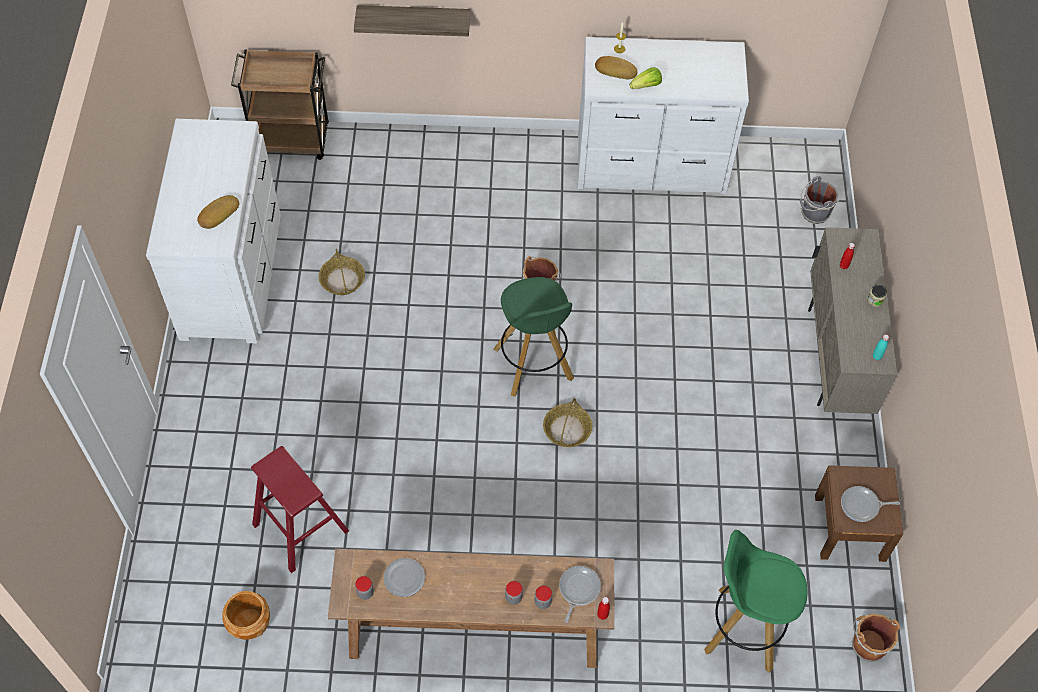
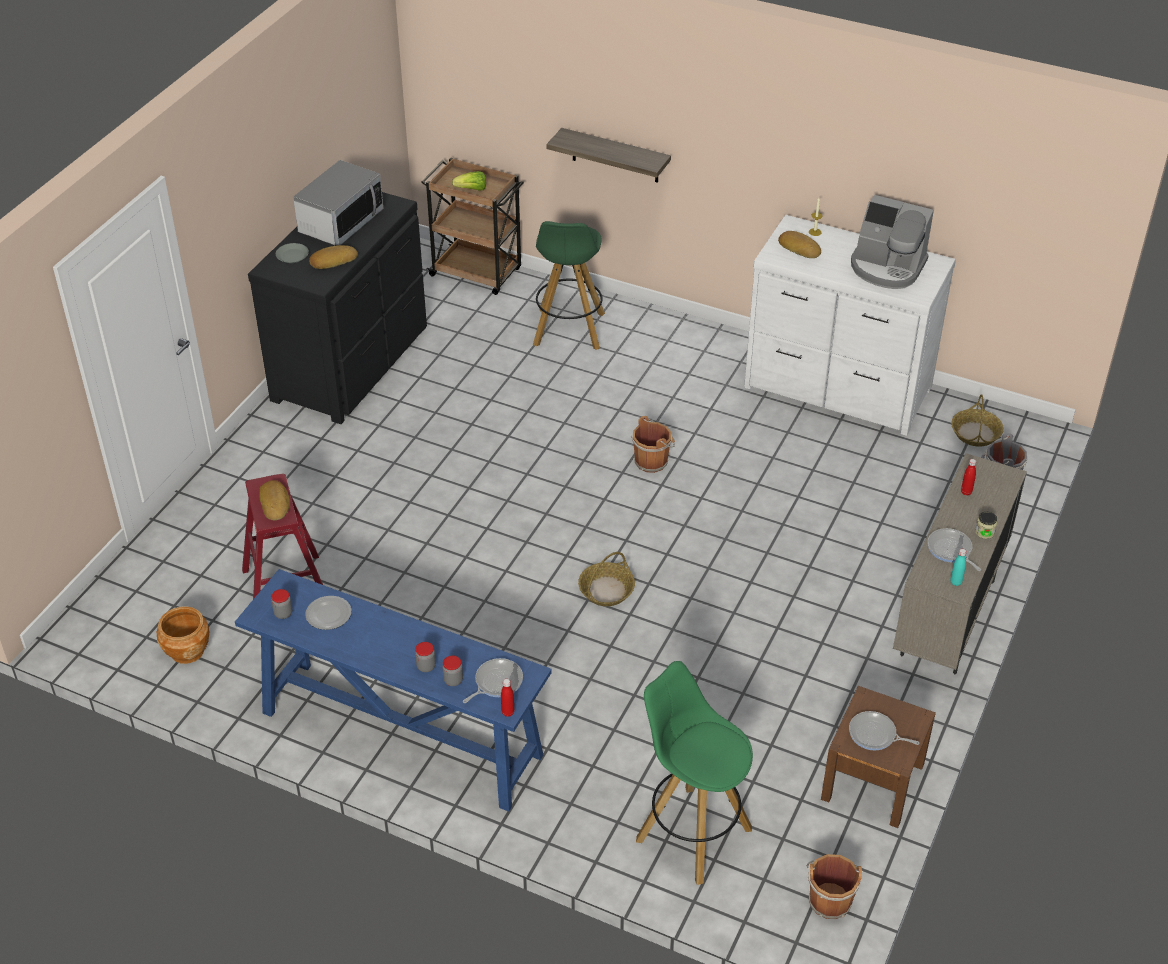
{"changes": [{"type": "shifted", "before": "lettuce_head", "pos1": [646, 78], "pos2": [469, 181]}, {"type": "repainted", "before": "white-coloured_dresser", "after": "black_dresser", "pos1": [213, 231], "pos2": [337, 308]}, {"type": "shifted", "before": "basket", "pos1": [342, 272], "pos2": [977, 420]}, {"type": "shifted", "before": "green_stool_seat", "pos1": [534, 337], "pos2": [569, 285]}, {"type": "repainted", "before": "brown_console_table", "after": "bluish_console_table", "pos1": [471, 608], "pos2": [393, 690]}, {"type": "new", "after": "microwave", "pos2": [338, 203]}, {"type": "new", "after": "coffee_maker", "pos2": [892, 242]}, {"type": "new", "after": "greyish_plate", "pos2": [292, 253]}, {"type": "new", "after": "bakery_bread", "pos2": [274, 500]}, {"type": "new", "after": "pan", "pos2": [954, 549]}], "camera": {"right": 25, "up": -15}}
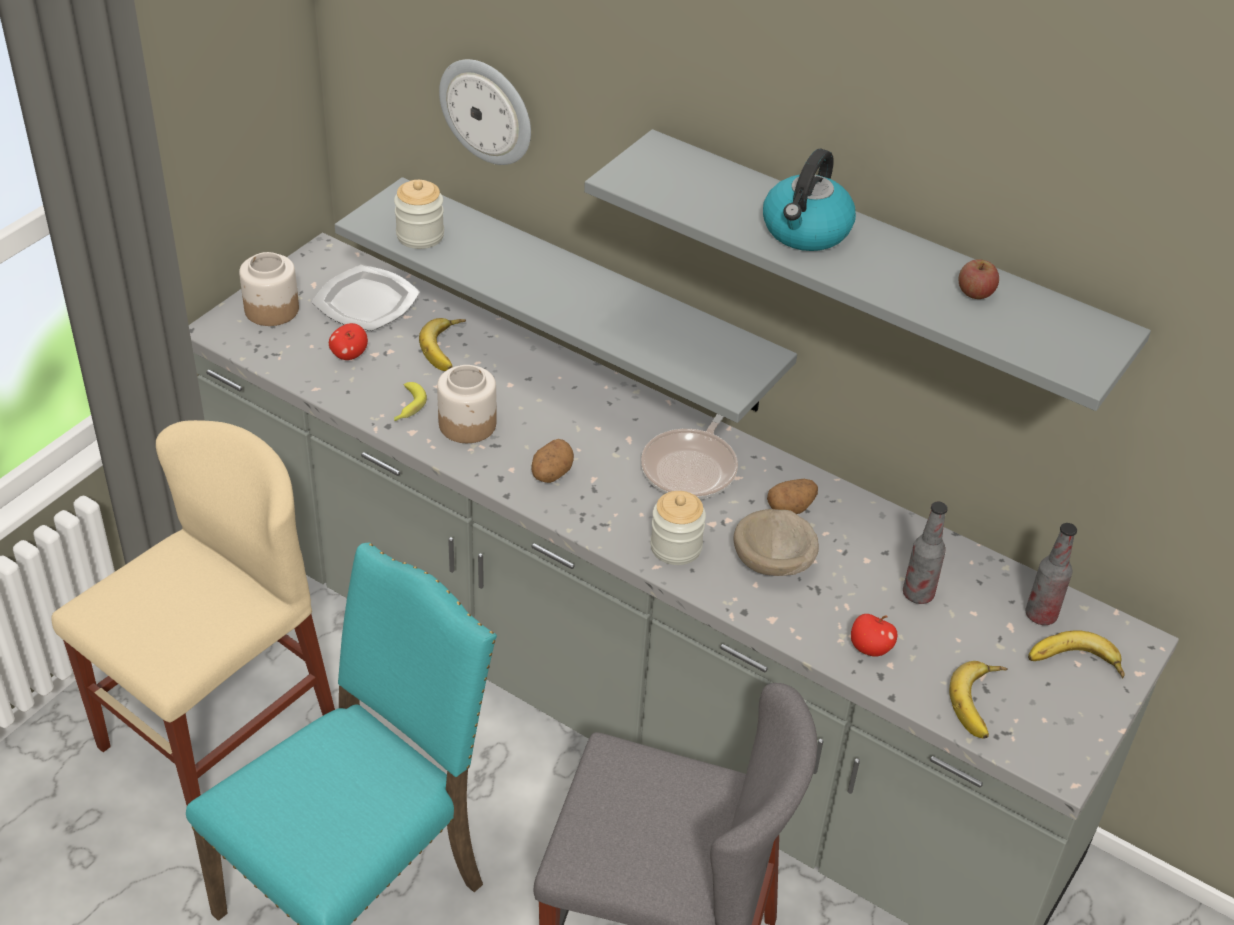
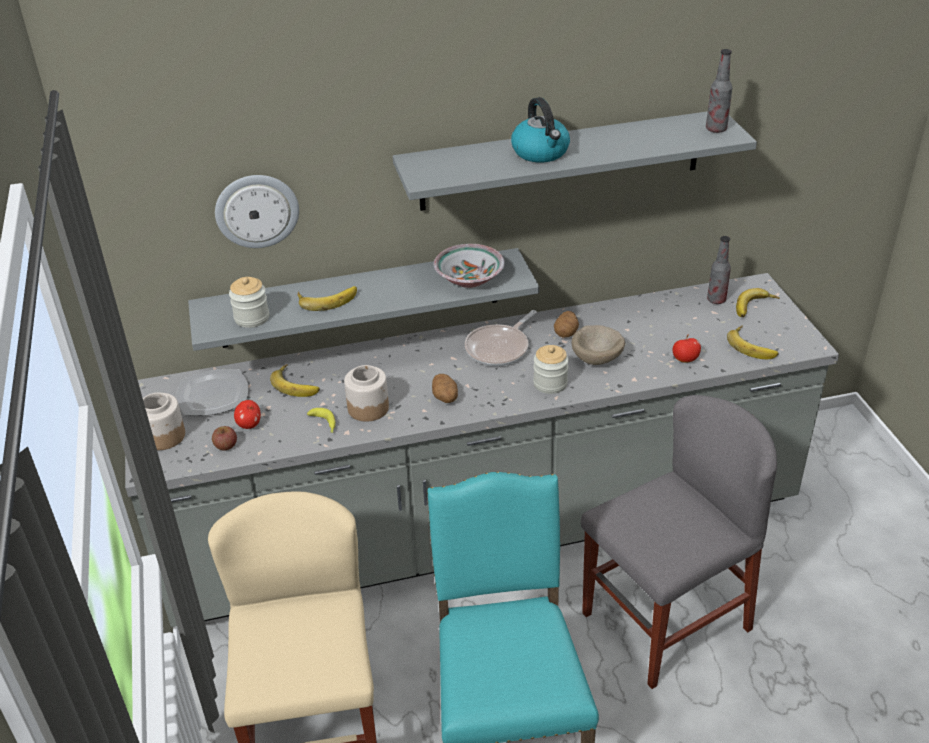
{"changes": [{"type": "shifted", "before": "apple_fruit", "pos1": [979, 279], "pos2": [224, 438]}, {"type": "rotated", "before": "pan", "pos1": [689, 456], "pos2": [501, 338], "turn": 60}, {"type": "shifted", "before": "drink_bottle", "pos1": [925, 553], "pos2": [719, 91]}, {"type": "new", "after": "bowl", "pos2": [469, 266]}, {"type": "new", "after": "whole_banana", "pos2": [327, 298]}], "camera": {"right": -45, "up": -5}}
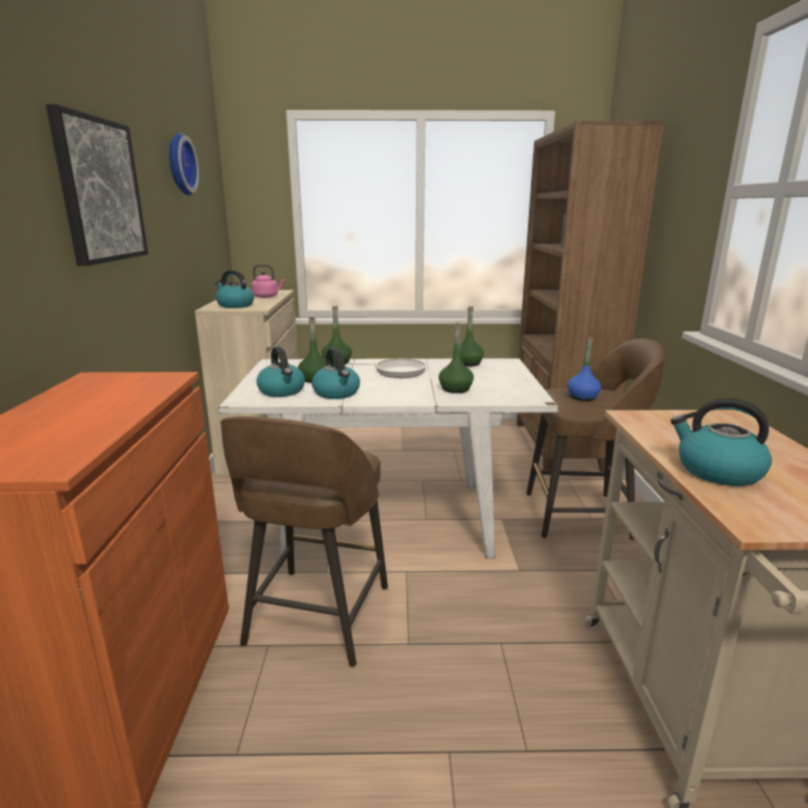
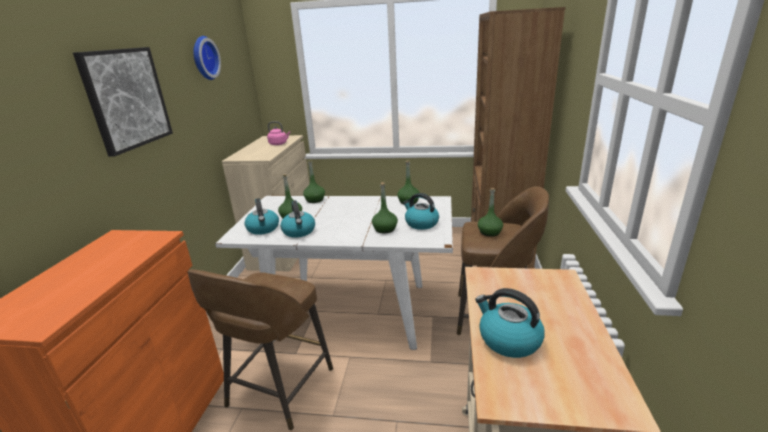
{"changes": [{"type": "shifted", "before": "kettle", "pos1": [234, 289], "pos2": [421, 211]}, {"type": "repainted", "before": "bluish_drink_bottle", "after": "green_drink_bottle", "pos1": [584, 369], "pos2": [490, 212]}, {"type": "gone", "before": "pan", "pos1": [387, 368]}], "camera": {"right": 10, "up": 5}}
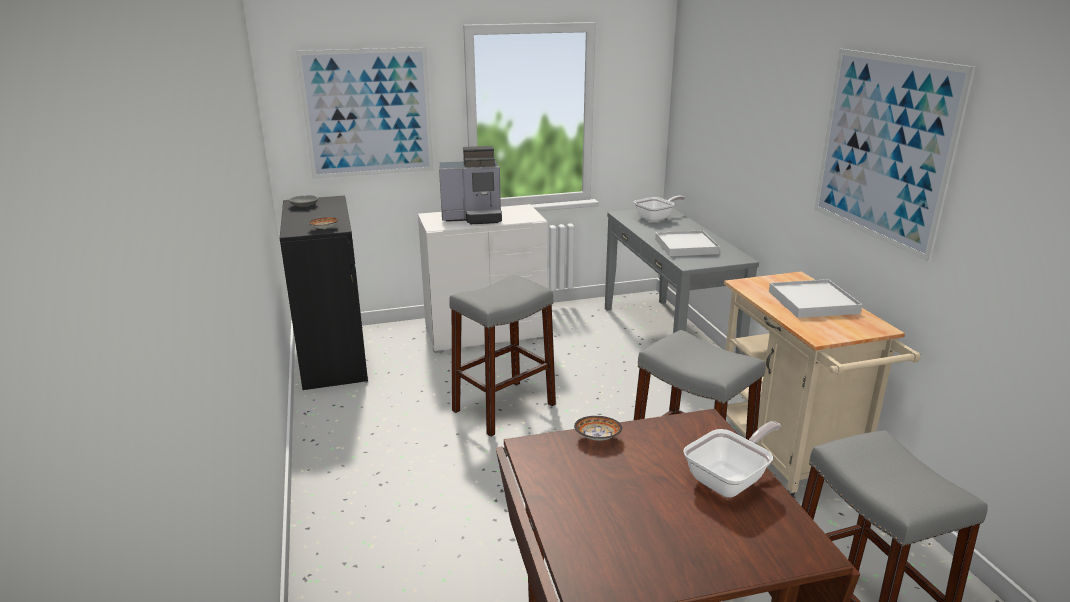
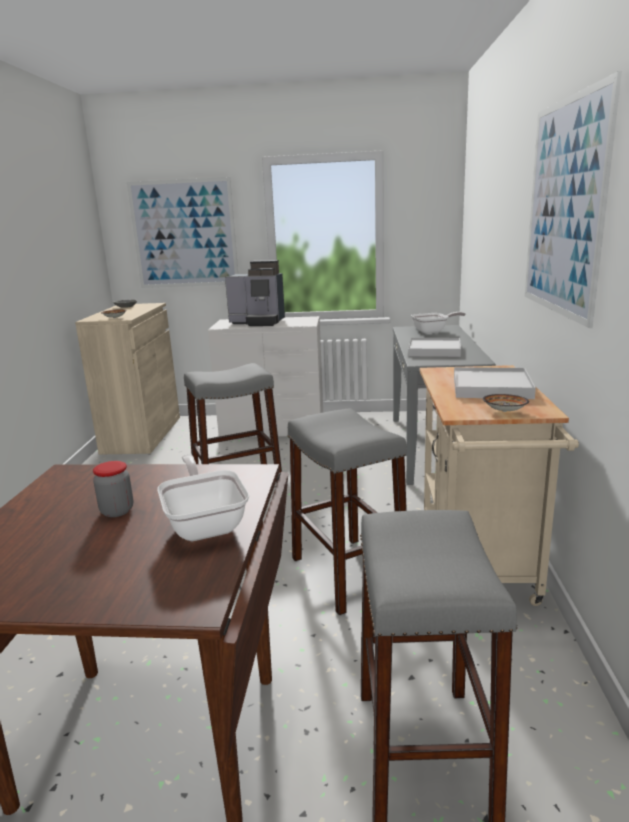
{"changes": [{"type": "repainted", "before": "black_cupboard", "after": "sand-coloured_cupboard", "pos1": [324, 292], "pos2": [127, 379]}, {"type": "shifted", "before": "bowl", "pos1": [598, 428], "pos2": [506, 403]}, {"type": "rotated", "before": "pan", "pos1": [732, 459], "pos2": [203, 497], "turn": -90}, {"type": "new", "after": "jar", "pos2": [113, 489]}], "camera": {"right": 20, "up": -5}}
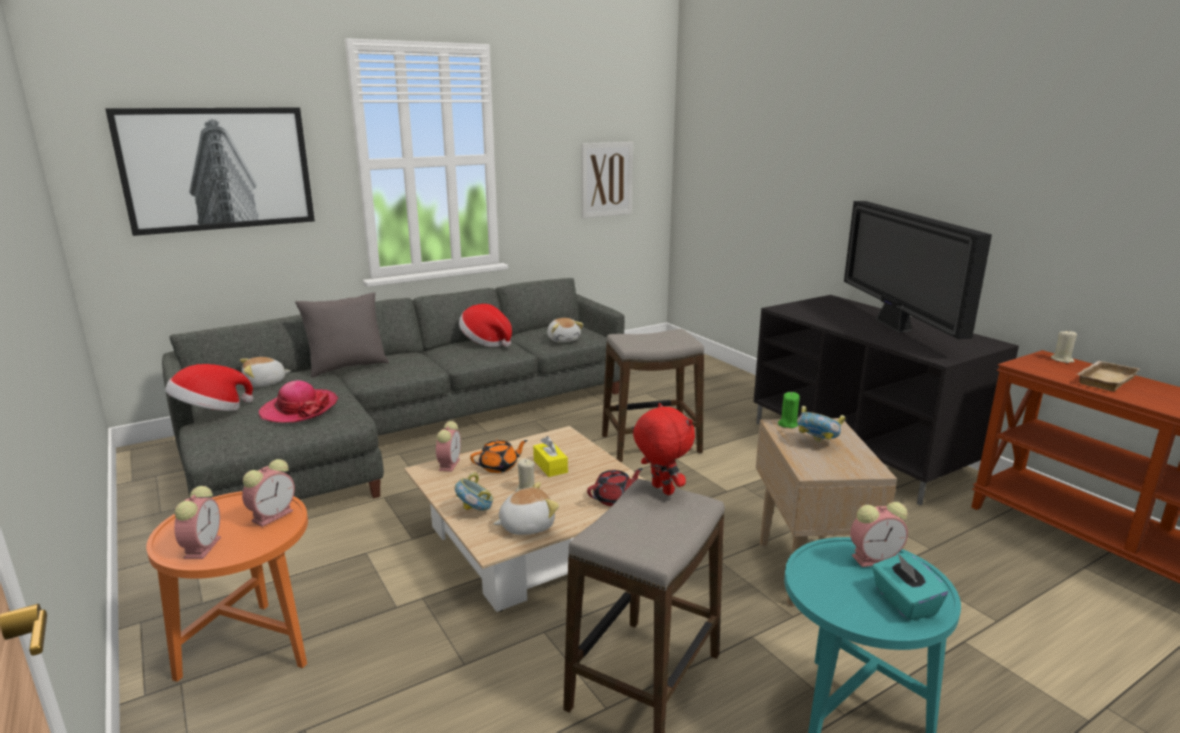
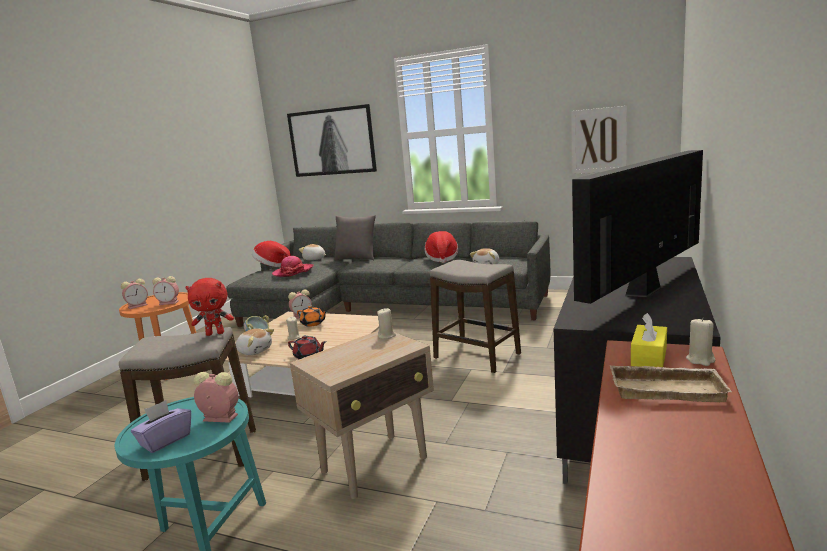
{"changes": [{"type": "repainted", "before": "green_wax_candle", "after": "sand-coloured_wax_candle", "pos1": [789, 410], "pos2": [386, 323]}, {"type": "rotated", "before": "red_cuddly_toy", "pos1": [664, 449], "pos2": [209, 307], "turn": 60}, {"type": "gone", "before": "bowl", "pos1": [821, 424]}, {"type": "shifted", "before": "yellowish_box_of_tissues", "pos1": [550, 456], "pos2": [649, 340]}, {"type": "rotated", "before": "bedside_clock", "pos1": [879, 534], "pos2": [216, 397], "turn": 150}, {"type": "repainted", "before": "turquoise_box_of_tissues", "after": "purple_box_of_tissues", "pos1": [910, 586], "pos2": [161, 426]}], "camera": {"right": 55, "up": -5}}
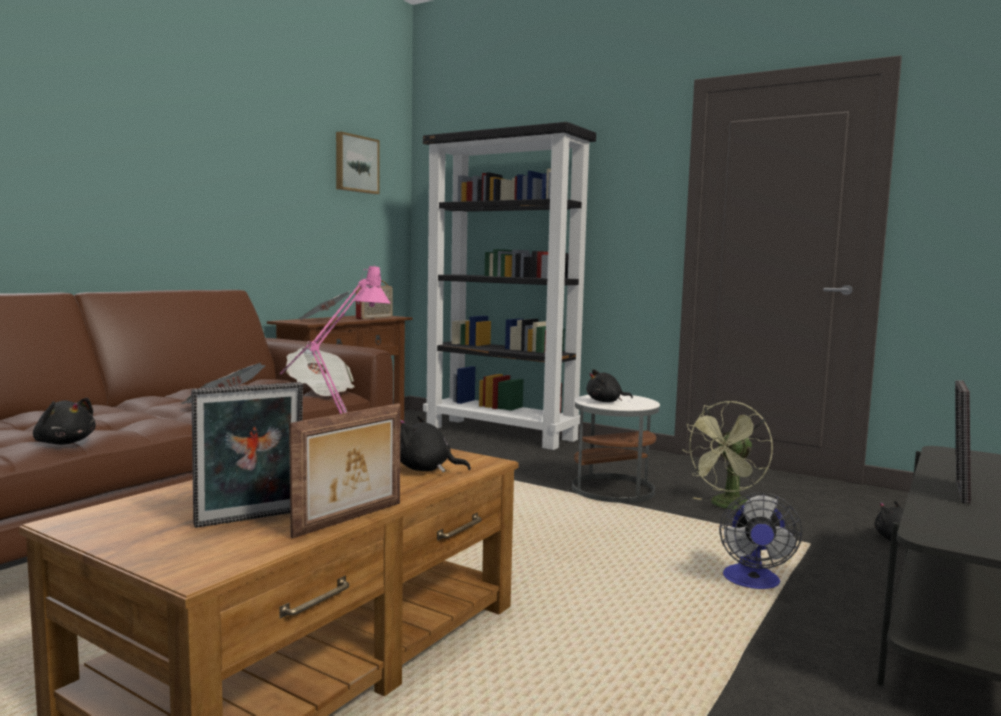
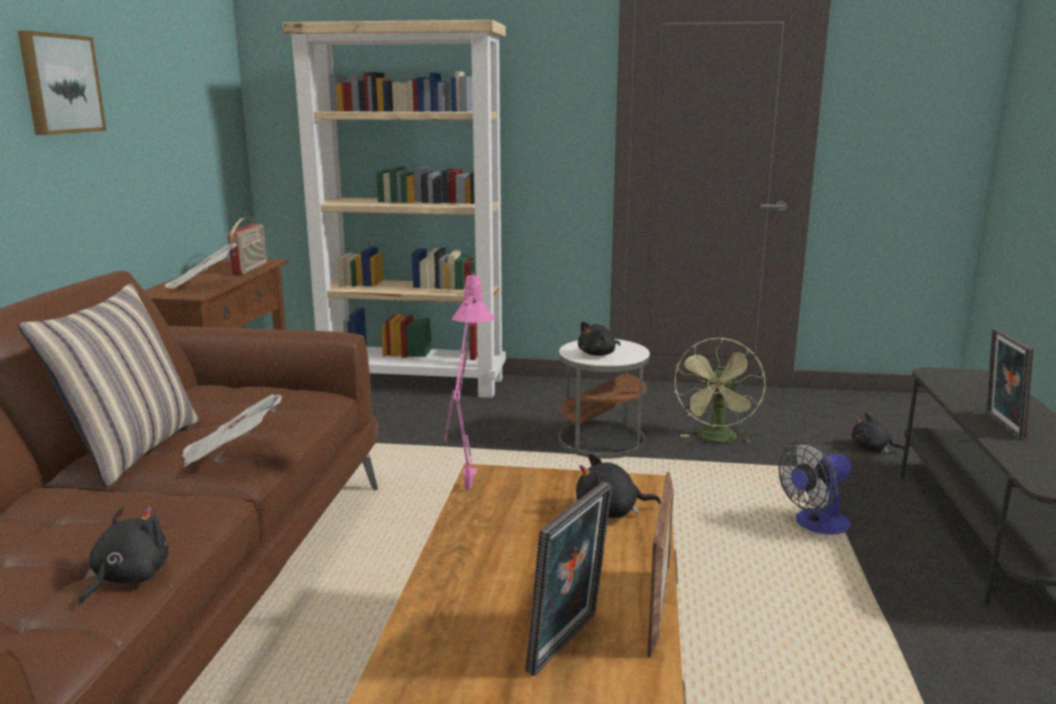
{"changes": [{"type": "repainted", "before": "black_bookcase", "after": "sand-coloured_bookcase", "pos1": [509, 286], "pos2": [394, 209]}, {"type": "shifted", "before": "wall_art", "pos1": [358, 163], "pos2": [62, 83]}, {"type": "gone", "before": "daily_paper", "pos1": [320, 371]}, {"type": "rotated", "before": "black_cuddly_toy", "pos1": [64, 421], "pos2": [123, 556], "turn": -75}, {"type": "rotated", "before": "cooling_fan", "pos1": [760, 541], "pos2": [815, 488], "turn": 75}, {"type": "new", "after": "throw_pillow", "pos2": [109, 385]}], "camera": {"right": -25, "up": 10}}
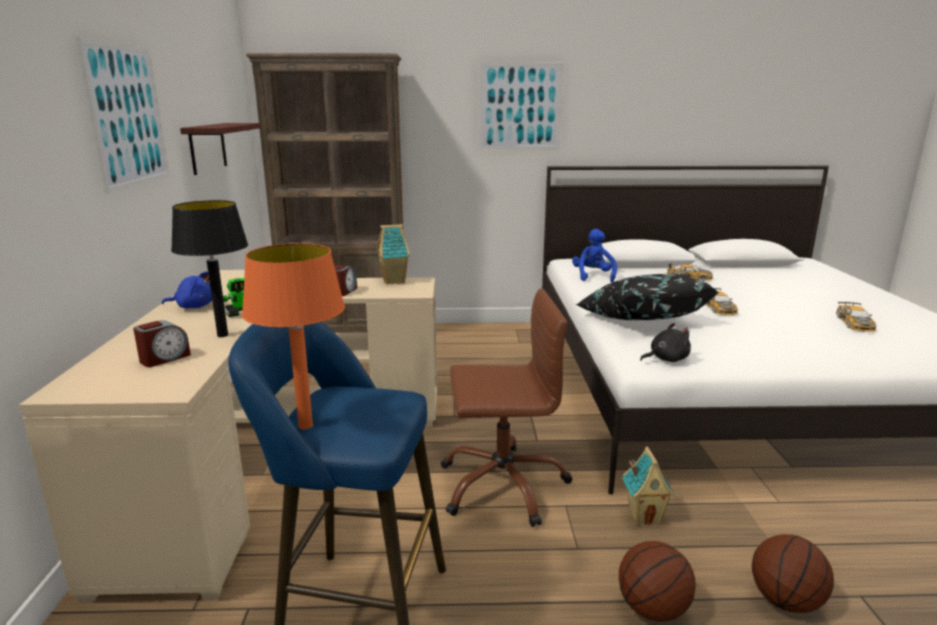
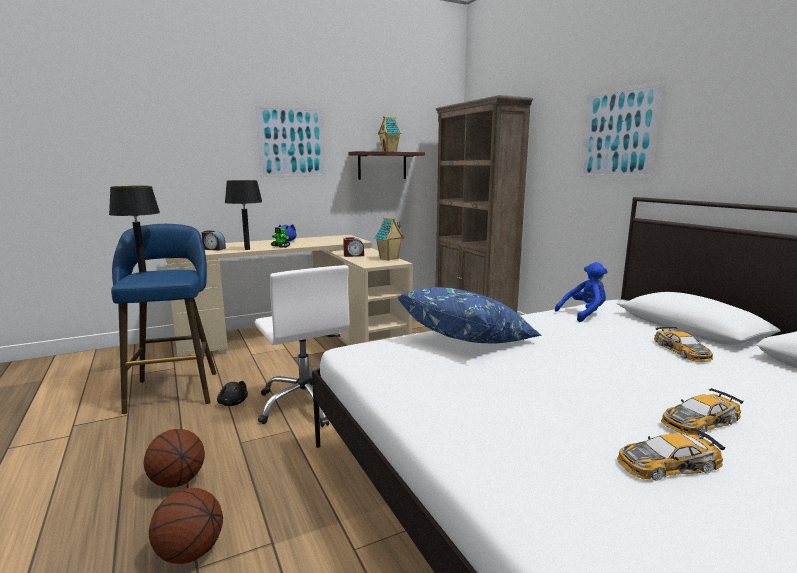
{"changes": [{"type": "repainted", "before": "orange_tabletop_lamp", "after": "black_tabletop_lamp", "pos1": [293, 336], "pos2": [134, 229]}, {"type": "repainted", "before": "black_throw_pillow", "after": "bluish_throw_pillow", "pos1": [647, 297], "pos2": [469, 315]}, {"type": "repainted", "before": "brown_office_chair", "after": "white-coloured_office_chair", "pos1": [506, 407], "pos2": [302, 346]}, {"type": "shifted", "before": "miniature_car", "pos1": [721, 301], "pos2": [702, 412]}, {"type": "shifted", "before": "black_cuddly_toy", "pos1": [665, 342], "pos2": [232, 393]}, {"type": "shifted", "before": "miniature_house", "pos1": [648, 486], "pos2": [389, 134]}], "camera": {"right": 65, "up": -5}}
